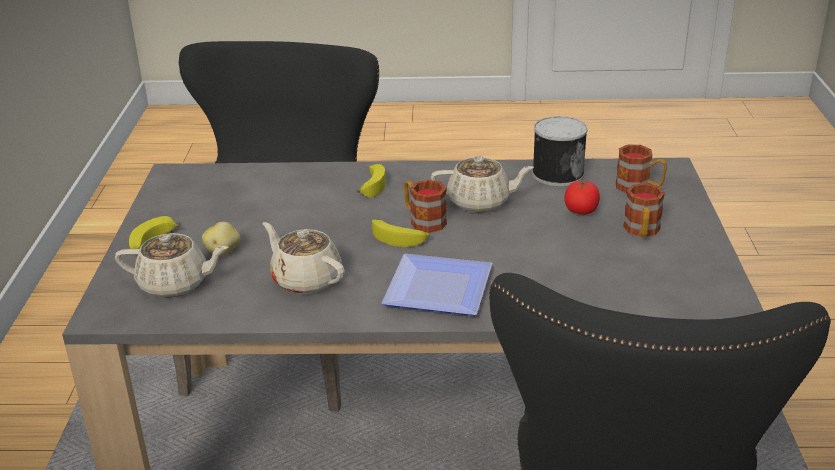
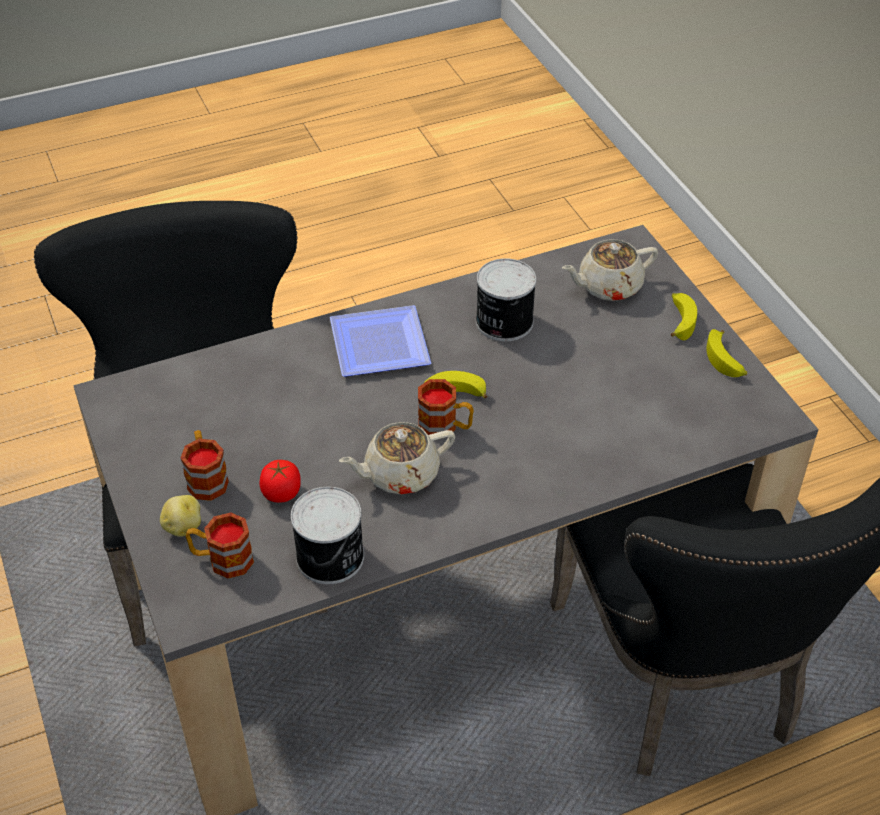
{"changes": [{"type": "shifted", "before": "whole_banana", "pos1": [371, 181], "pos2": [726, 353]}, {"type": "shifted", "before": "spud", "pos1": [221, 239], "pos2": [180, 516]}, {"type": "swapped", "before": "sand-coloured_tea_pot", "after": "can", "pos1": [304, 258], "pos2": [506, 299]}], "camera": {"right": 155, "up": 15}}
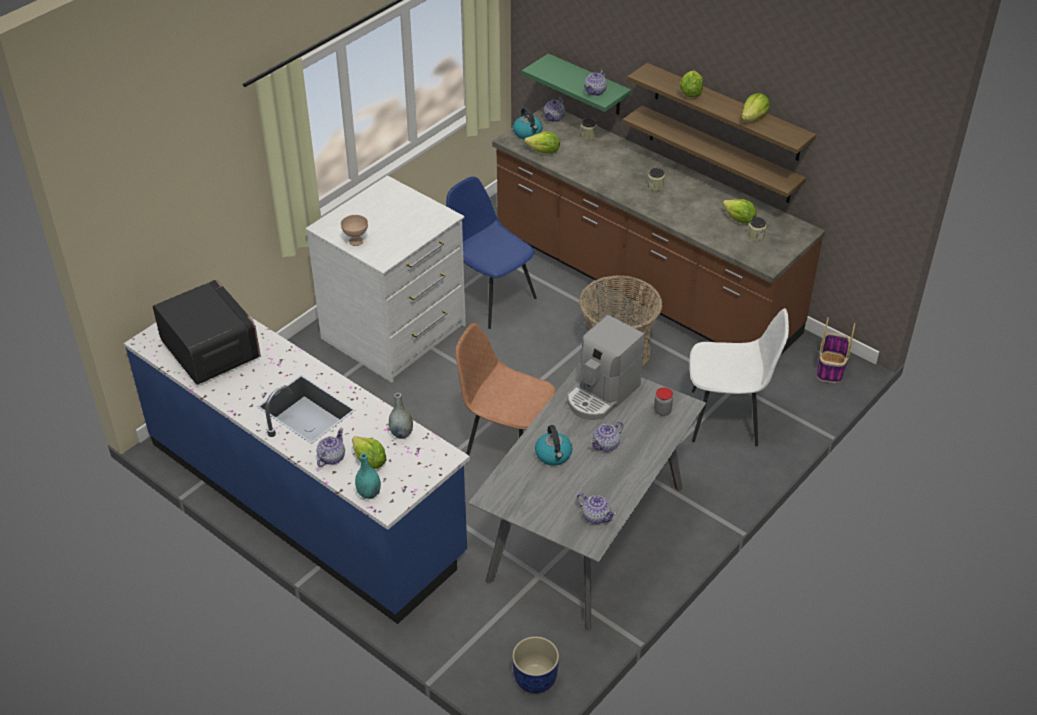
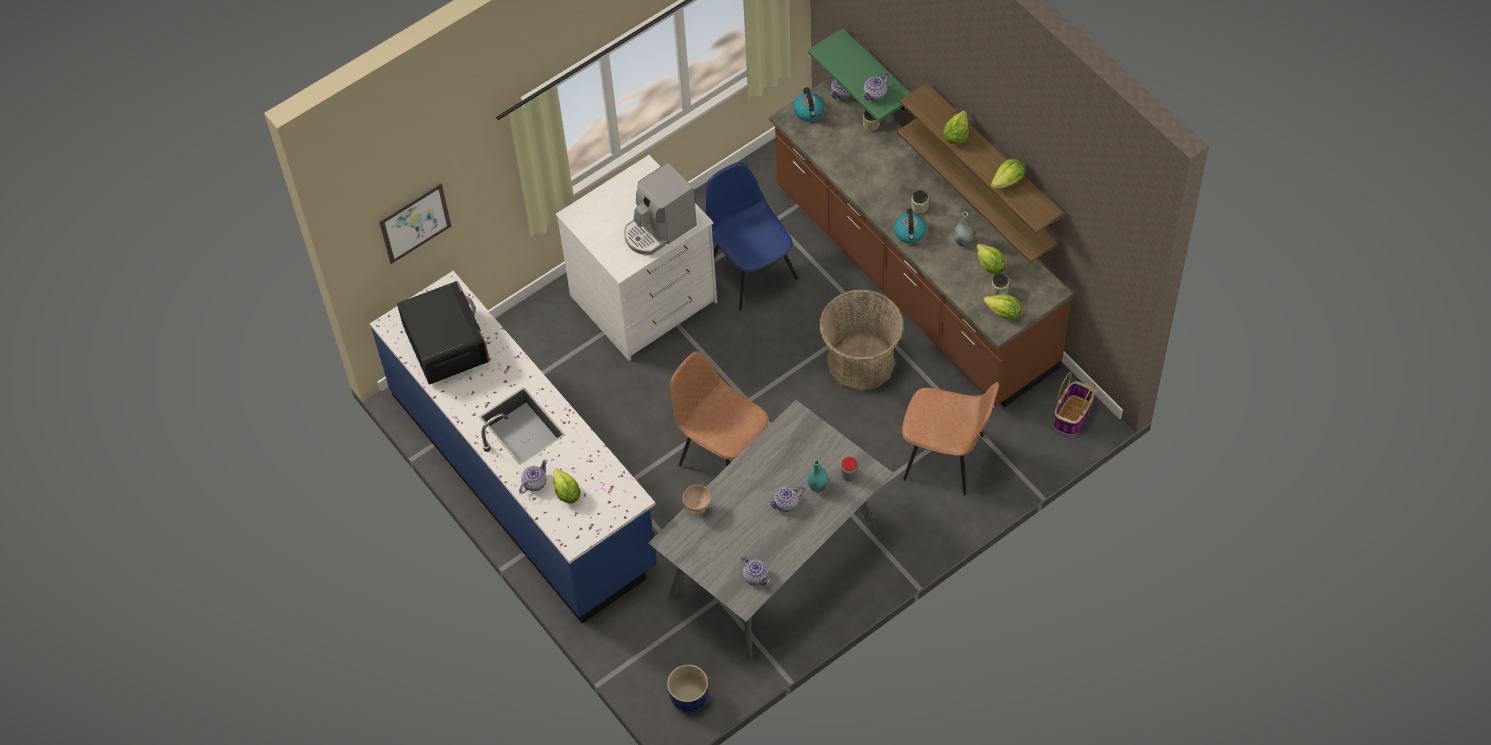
{"changes": [{"type": "shifted", "before": "lettuce_head", "pos1": [542, 142], "pos2": [1002, 307]}, {"type": "shifted", "before": "sand-coloured_bowl", "pos1": [354, 230], "pos2": [697, 500]}, {"type": "repainted", "before": "white-coloured_plain_chair", "after": "brown_plain_chair", "pos1": [739, 377], "pos2": [950, 439]}, {"type": "shifted", "before": "coffee_maker", "pos1": [606, 367], "pos2": [660, 208]}, {"type": "shifted", "before": "greyish_flower_vase", "pos1": [401, 416], "pos2": [964, 229]}, {"type": "shifted", "before": "kettle", "pos1": [553, 445], "pos2": [910, 226]}, {"type": "shifted", "before": "turquoise_flower_vase", "pos1": [368, 476], "pos2": [818, 476]}, {"type": "new", "after": "wall_art", "pos2": [415, 223]}], "camera": {"right": 15, "up": 15}}
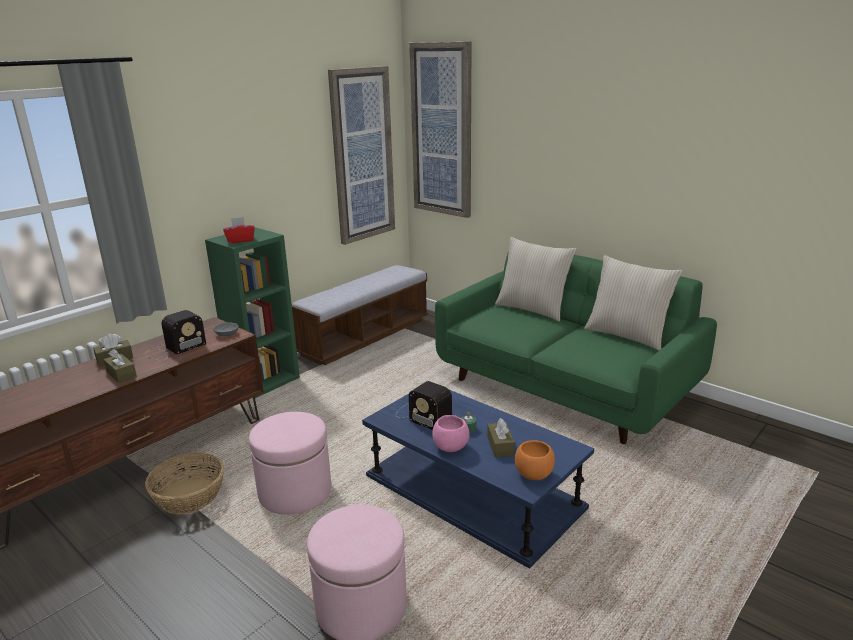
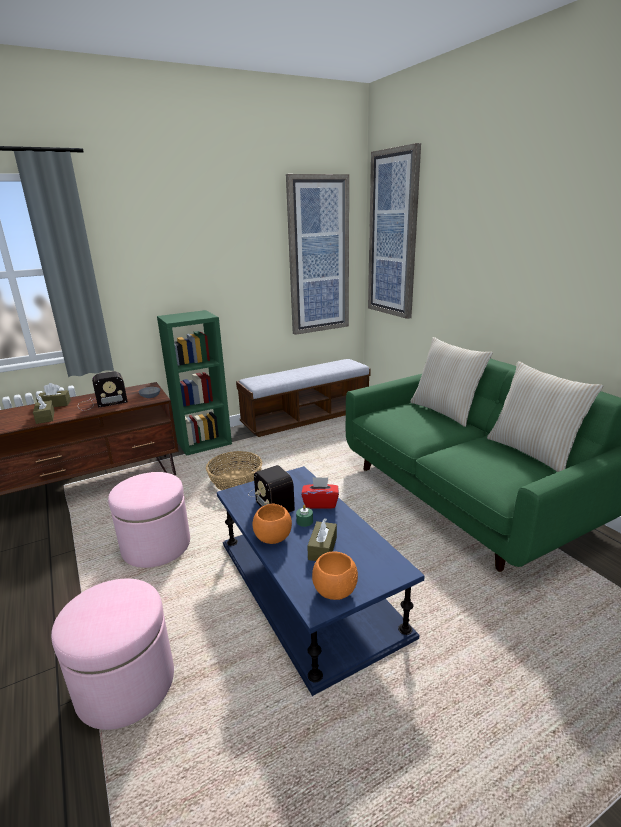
{"changes": [{"type": "shifted", "before": "red_box_of_tissues", "pos1": [239, 230], "pos2": [320, 493]}, {"type": "repainted", "before": "pinkish_bowl", "after": "orange_bowl", "pos1": [450, 433], "pos2": [272, 524]}, {"type": "shifted", "before": "basket", "pos1": [184, 483], "pos2": [234, 470]}], "camera": {"right": 20, "up": 0}}
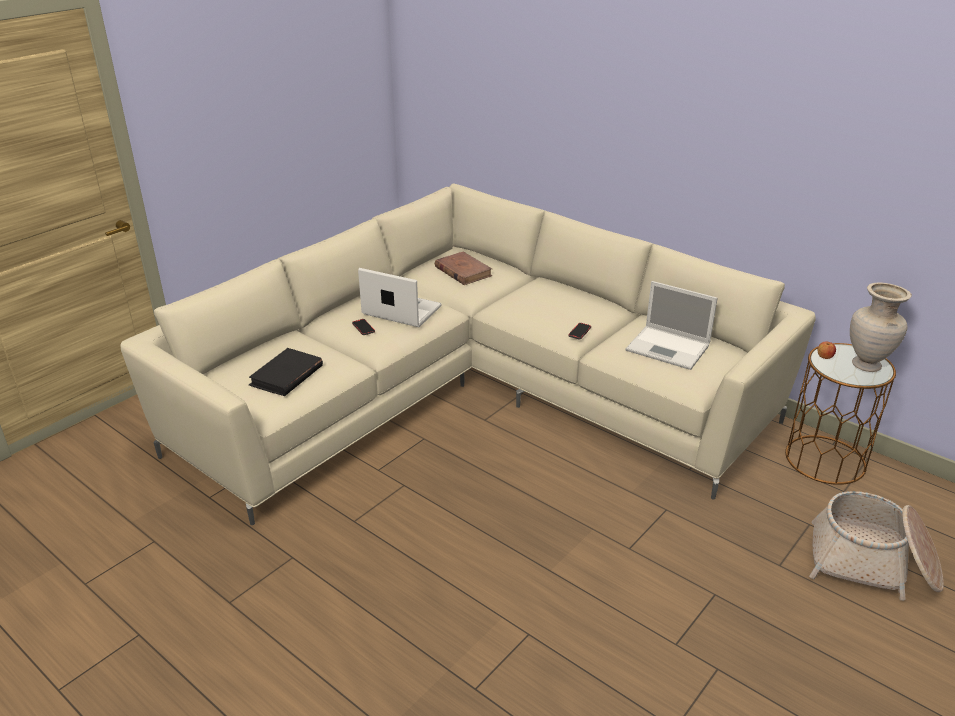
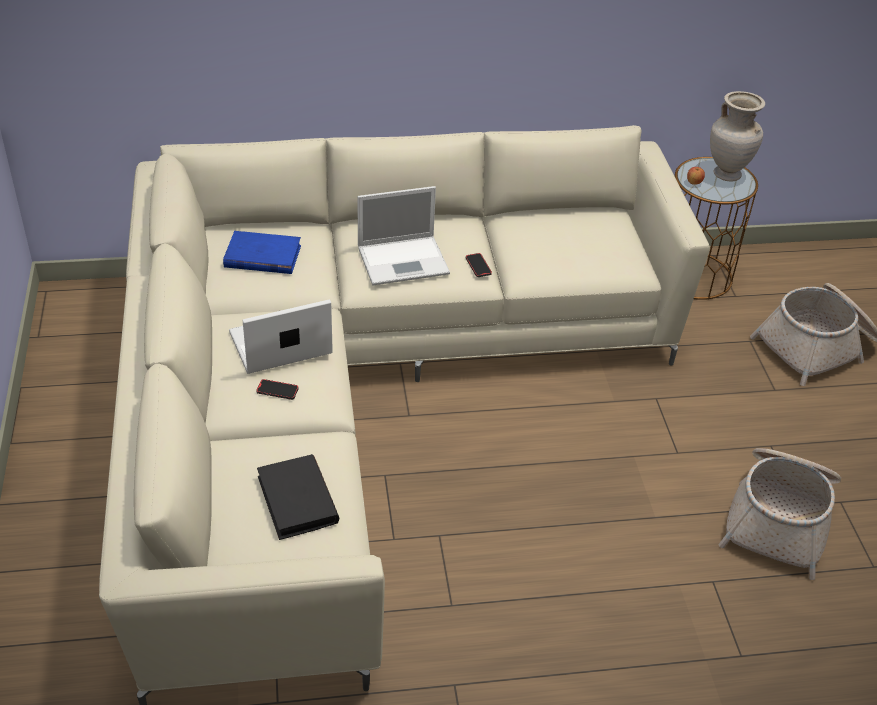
{"changes": [{"type": "repainted", "before": "brown_book", "after": "bluish_book", "pos1": [463, 268], "pos2": [262, 252]}, {"type": "shifted", "before": "portable_computer", "pos1": [672, 325], "pos2": [403, 235]}, {"type": "new", "after": "basket", "pos2": [779, 514]}], "camera": {"right": -50, "up": 10}}
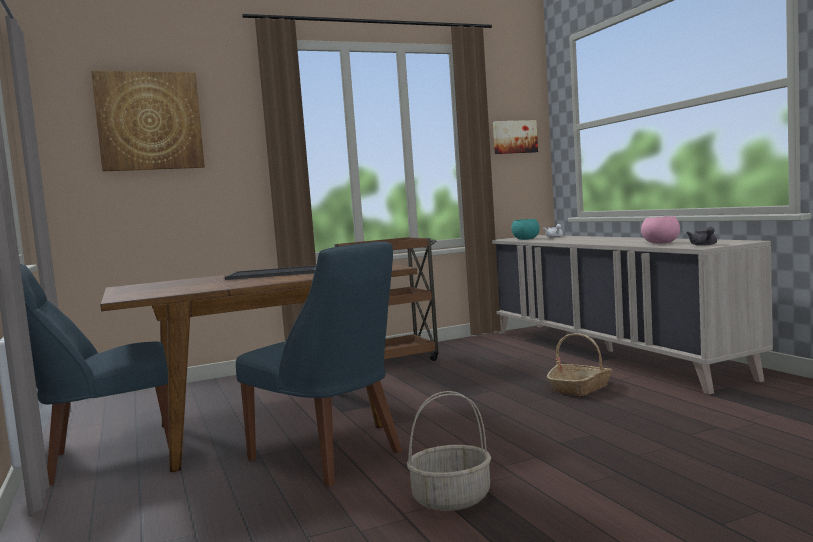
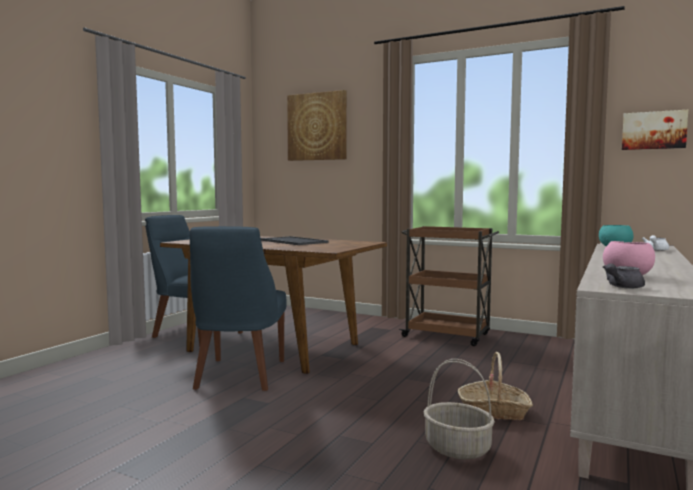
{"changes": [{"type": "shifted", "before": "basket", "pos1": [449, 451], "pos2": [459, 409]}], "camera": {"right": 50, "up": 0}}
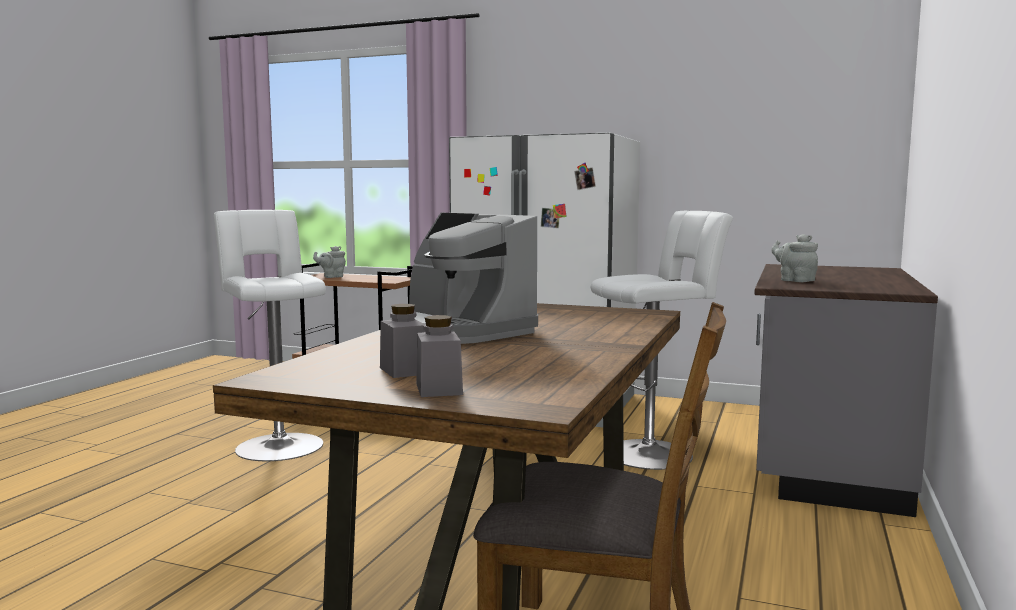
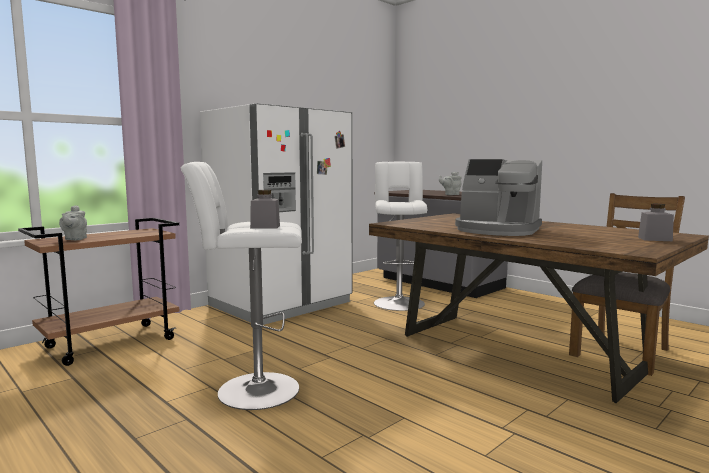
{"changes": [{"type": "rotated", "before": "coffee_maker", "pos1": [473, 278], "pos2": [498, 197], "turn": 45}, {"type": "shifted", "before": "greyish_jar", "pos1": [403, 341], "pos2": [265, 209]}], "camera": {"right": -65, "up": 0}}
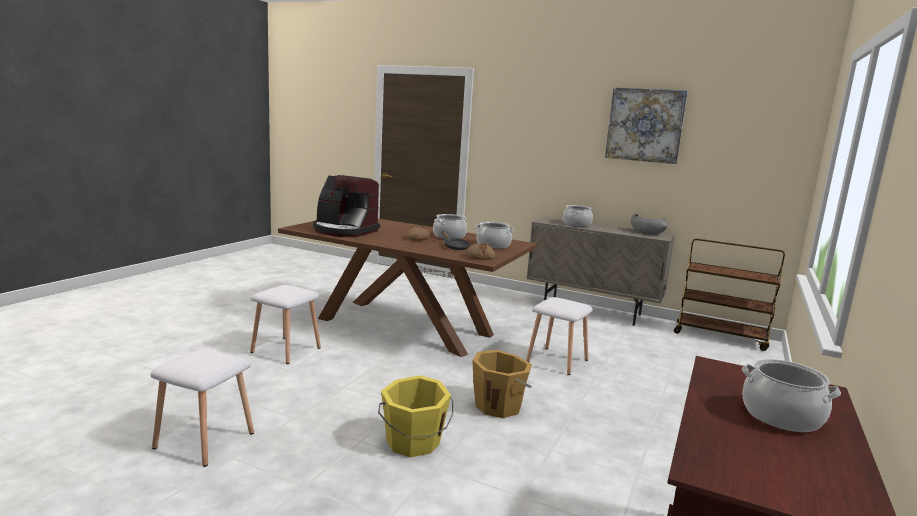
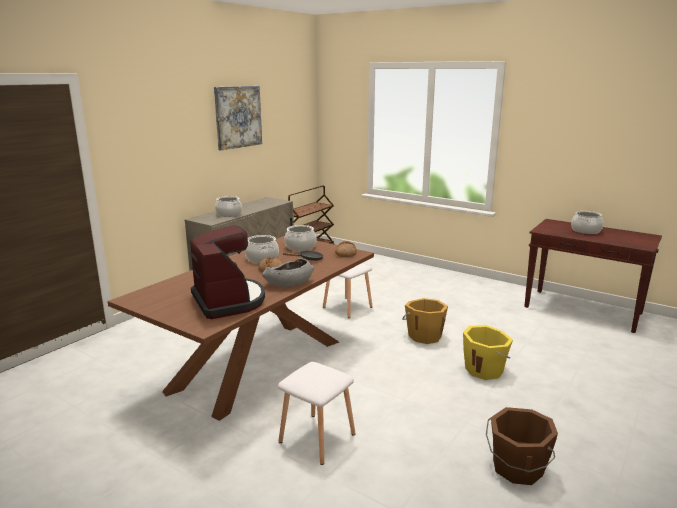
{"changes": [{"type": "rotated", "before": "coffee_maker", "pos1": [346, 206], "pos2": [227, 272], "turn": -60}, {"type": "shifted", "before": "greyish_bowl", "pos1": [649, 224], "pos2": [288, 272]}, {"type": "swapped", "before": "white-coloured_stool_seat", "after": "brown_bucket", "pos1": [202, 408], "pos2": [522, 446]}], "camera": {"right": -80, "up": 5}}
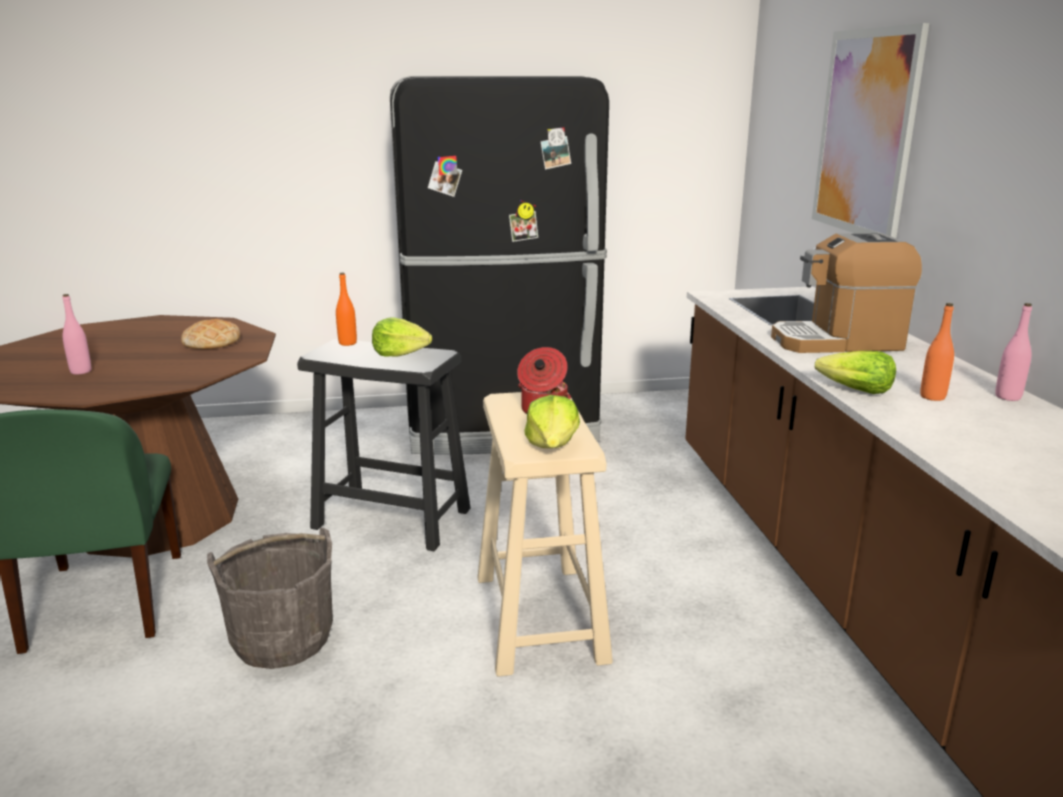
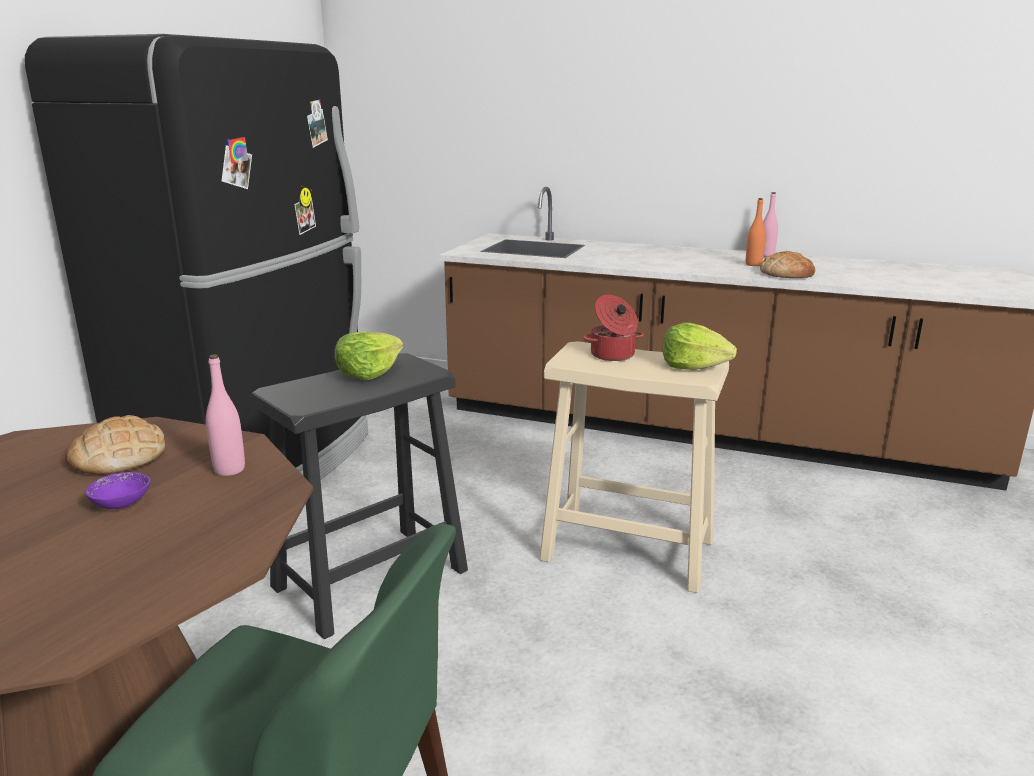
{"changes": [{"type": "gone", "before": "wall_art", "pos1": [870, 130]}, {"type": "gone", "before": "coffee_maker", "pos1": [846, 293]}, {"type": "gone", "before": "orange_drink_bottle", "pos1": [346, 309]}, {"type": "shifted", "before": "pinkish_drink_bottle", "pos1": [76, 334], "pos2": [225, 415]}, {"type": "gone", "before": "lettuce_head", "pos1": [855, 372]}, {"type": "gone", "before": "greyish_bucket", "pos1": [270, 598]}, {"type": "new", "after": "bakery_bread", "pos2": [787, 264]}, {"type": "new", "after": "purple_bowl", "pos2": [118, 490]}], "camera": {"right": -60, "up": 0}}
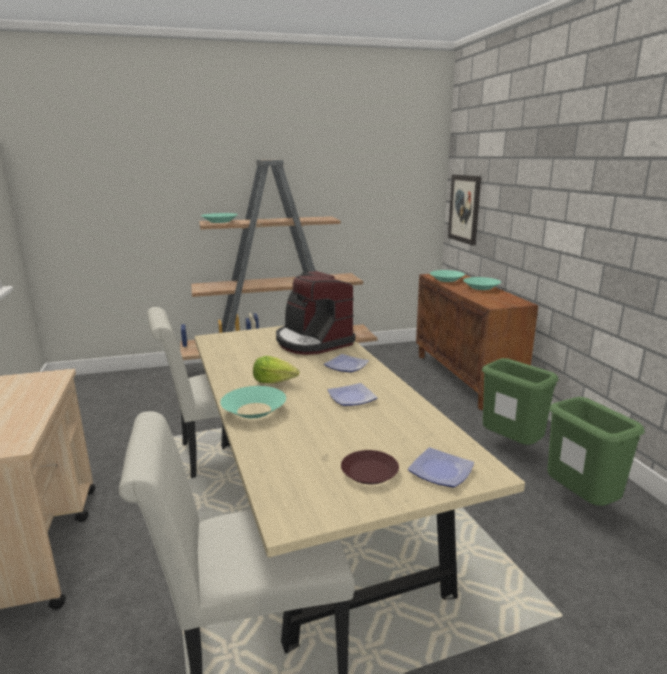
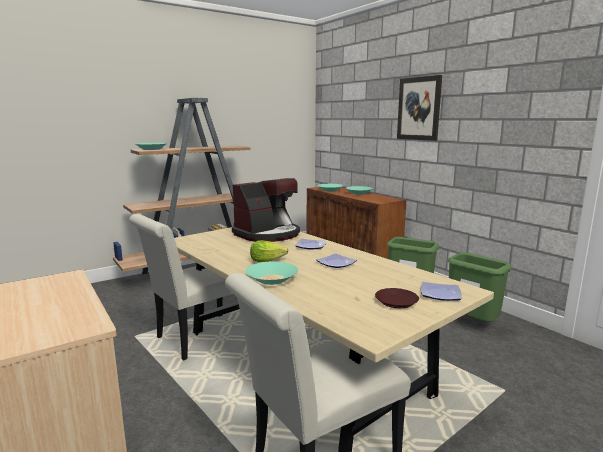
{"changes": [{"type": "shifted", "before": "wall_art", "pos1": [464, 210], "pos2": [419, 108]}, {"type": "rotated", "before": "coffee_maker", "pos1": [316, 313], "pos2": [266, 210], "turn": -75}], "camera": {"right": -20, "up": -5}}
